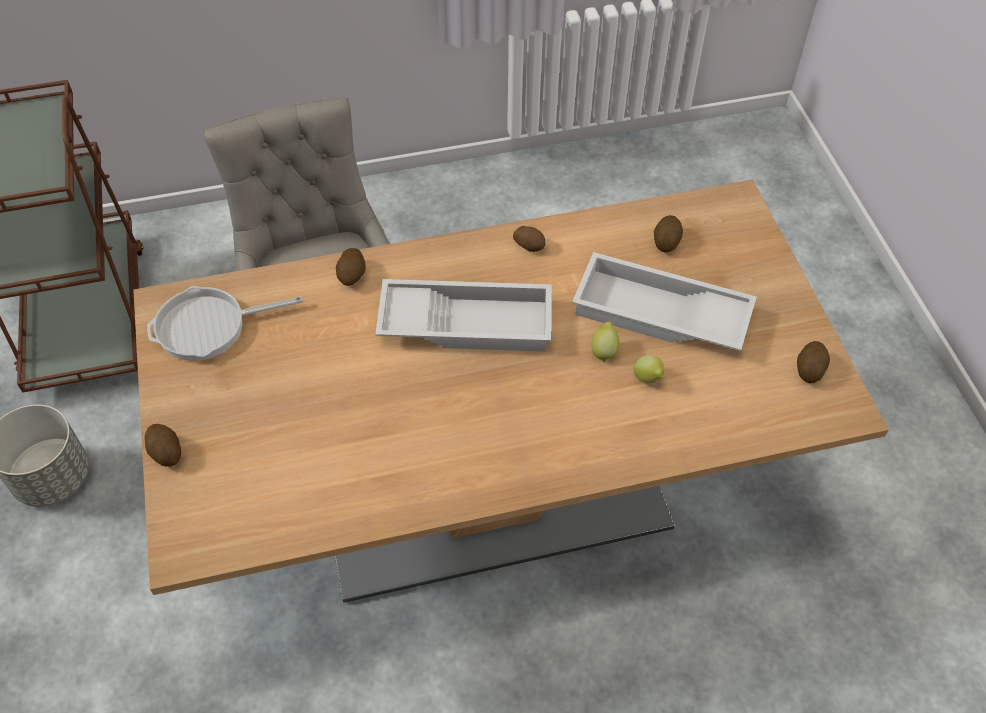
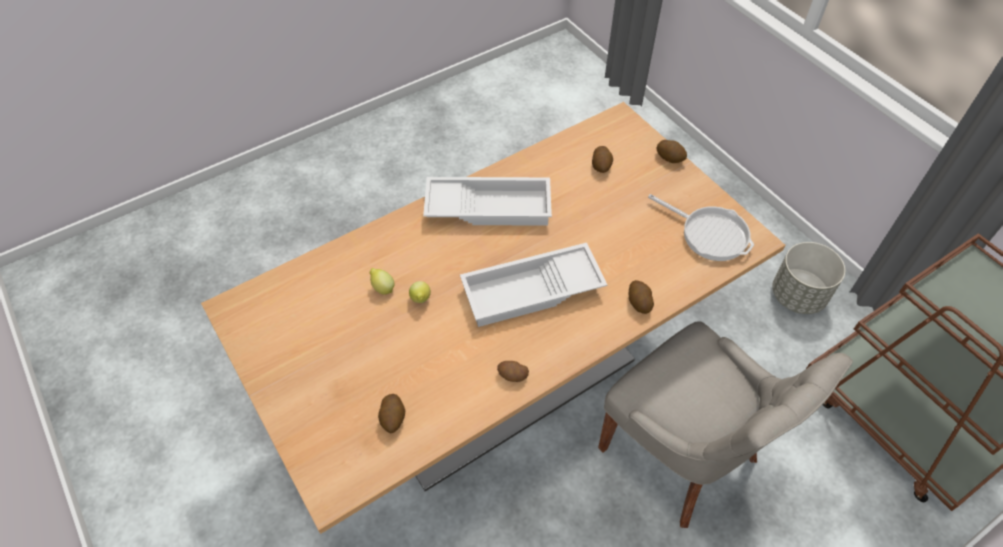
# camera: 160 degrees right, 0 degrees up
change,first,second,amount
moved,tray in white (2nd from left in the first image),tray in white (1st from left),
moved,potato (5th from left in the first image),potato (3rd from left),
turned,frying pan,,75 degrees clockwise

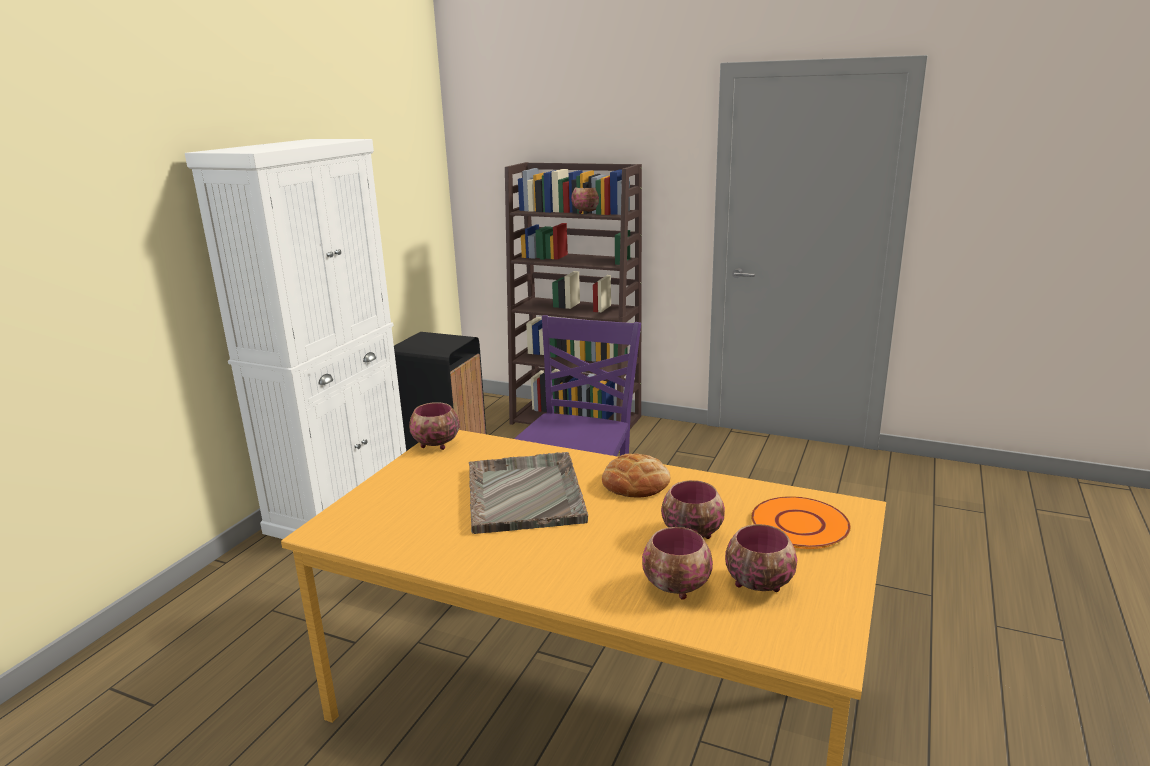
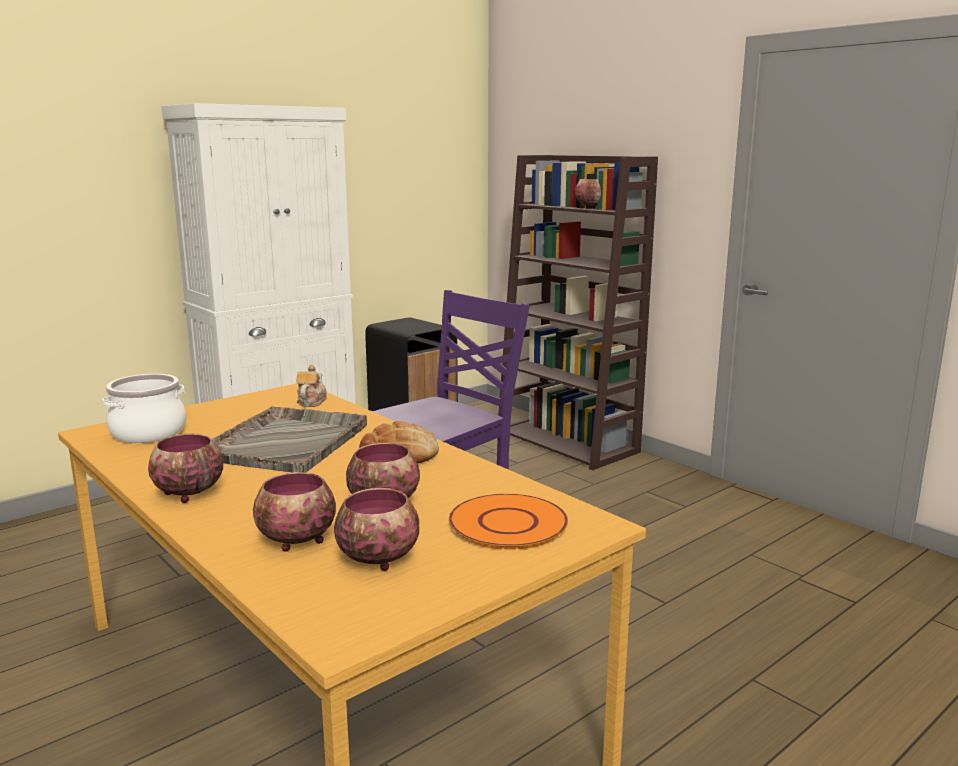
# camera: 25 degrees right, 5 degrees down
change,first,second,amount
added,,cooking pot,
moved,bowl (1st from left),,
added,,teapot,

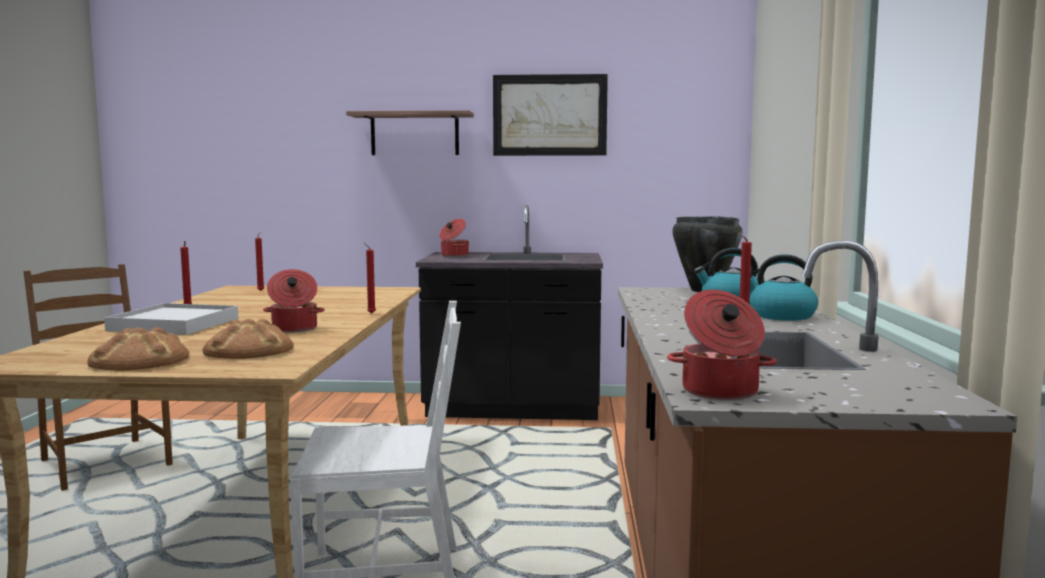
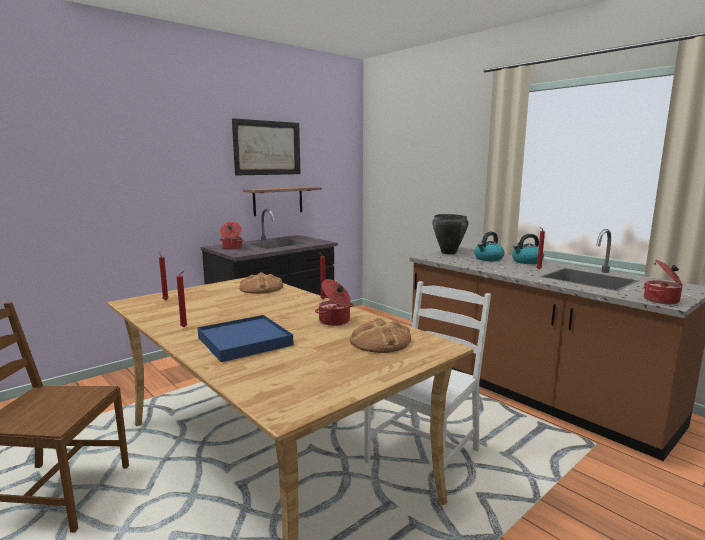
# camera: 45 degrees left, 5 degrees up
change,first,second,amount
recoloured,tray in white,tray in blue,
moved,bread (1st from left),,
moved,shelf,,

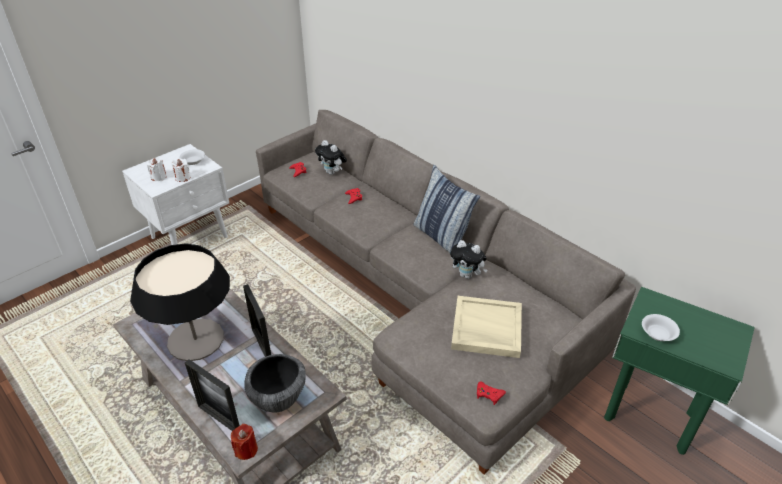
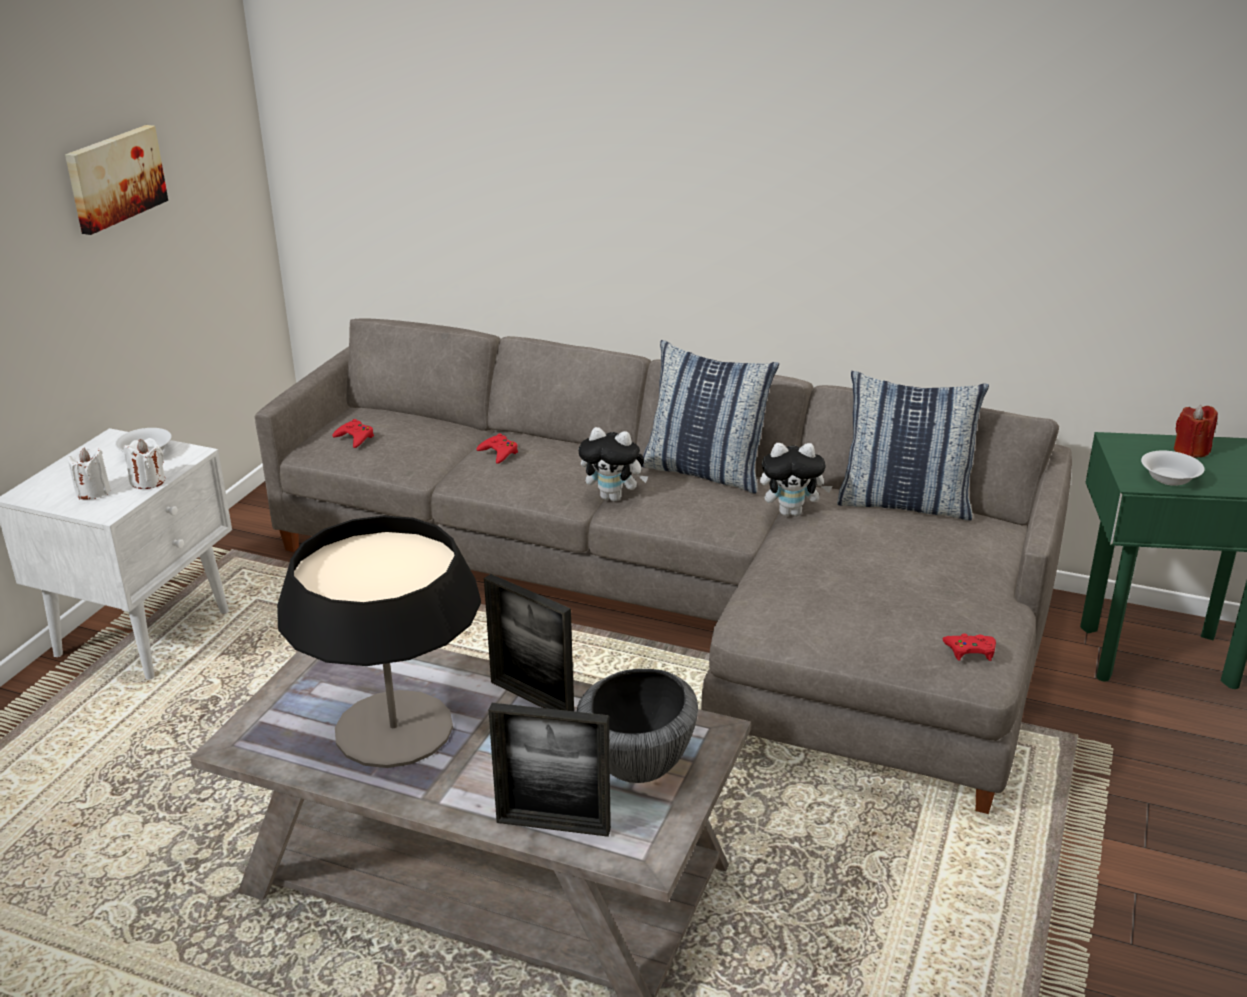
# camera: 25 degrees left, 10 degrees down
change,first,second,amount
added,,picture,
moved,plush toy (1st from left),,
added,,pillow (2nd from left),
moved,candle in red,,
removed,tray in beige,,

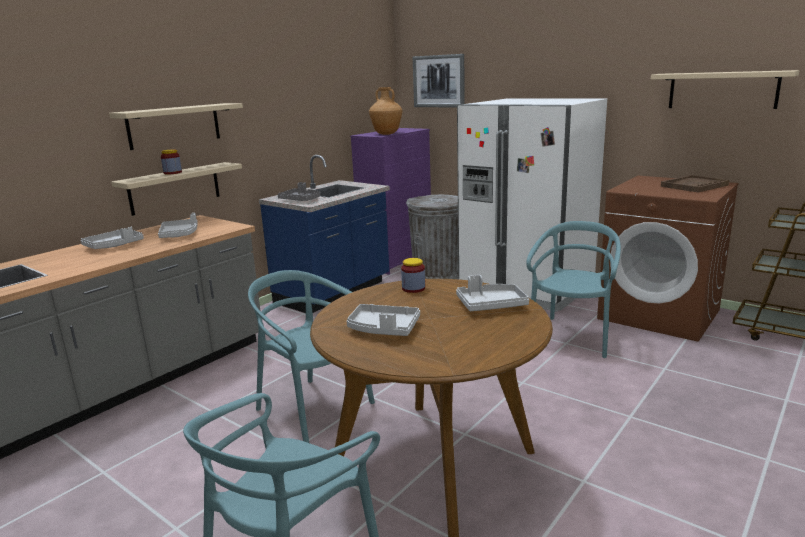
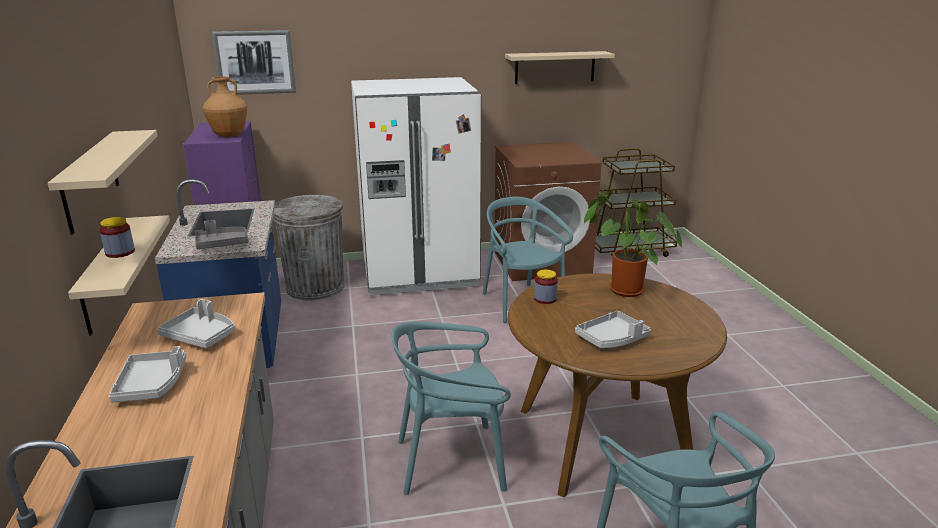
# camera: 50 degrees left, 5 degrees up
change,first,second,amount
replaced,tray in grey (5th from left),potted plant,
removed,tray in brown,,

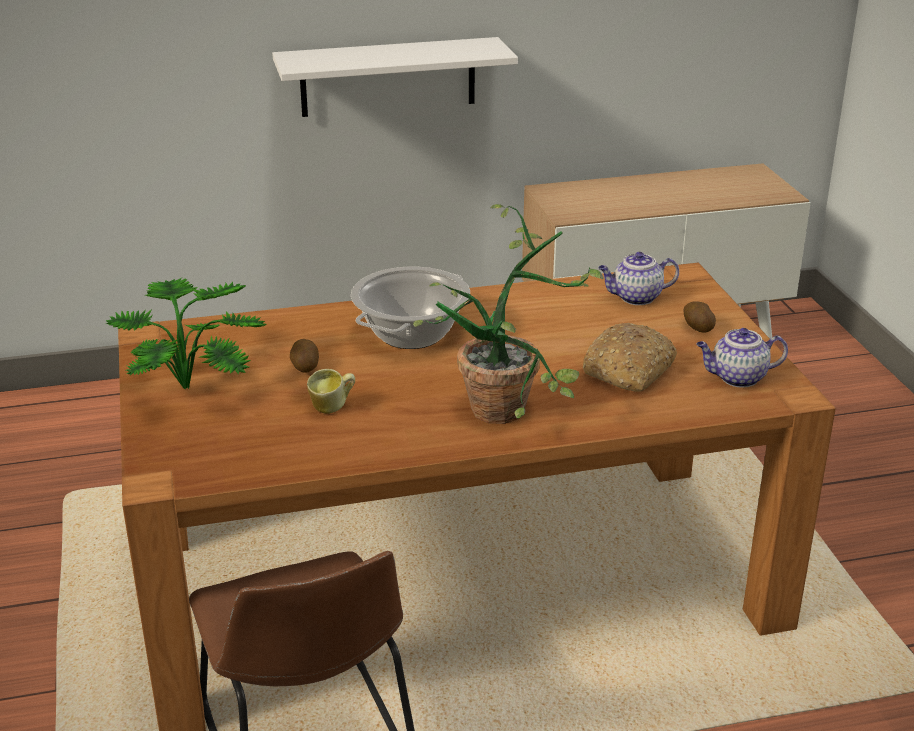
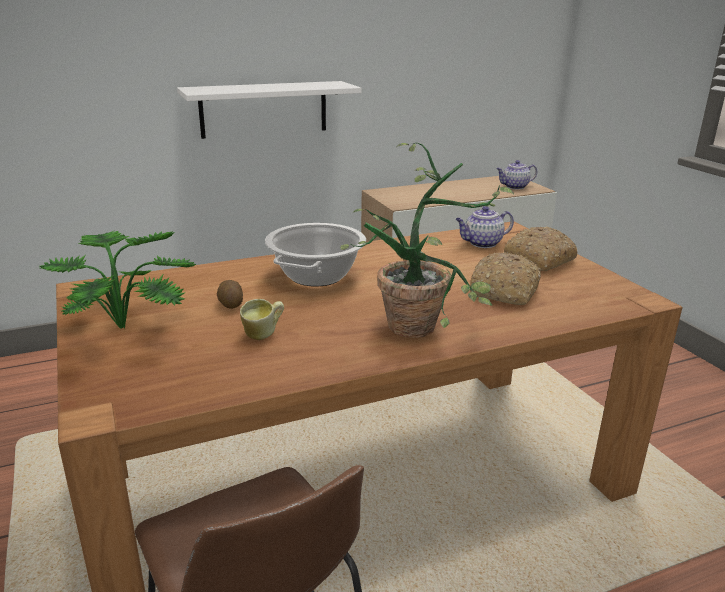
# camera: 10 degrees left, 5 degrees down
change,first,second,amount
moved,teapot (2nd from left),,
replaced,potato (2nd from left),bread (2nd from left),

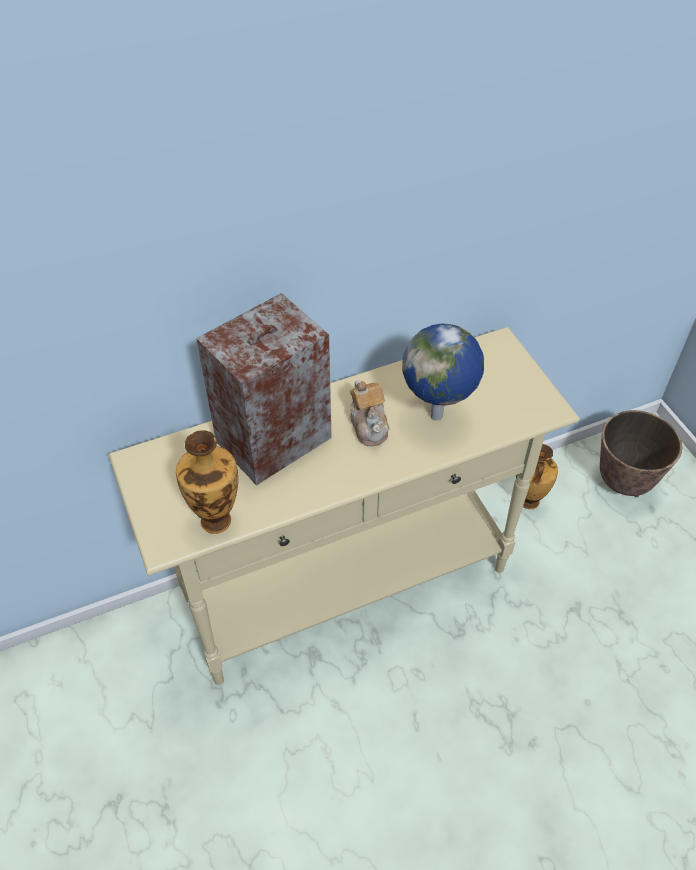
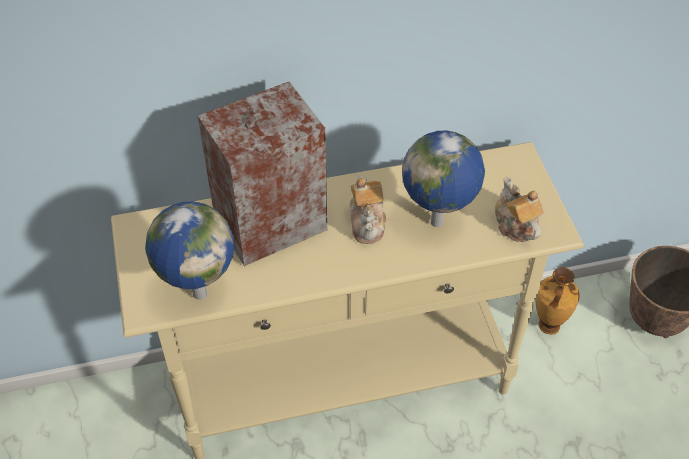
# camera: 10 degrees right, 0 degrees up
change,first,second,amount
replaced,vase (1st from left),globe (1st from left),
added,,teapot (2nd from left),

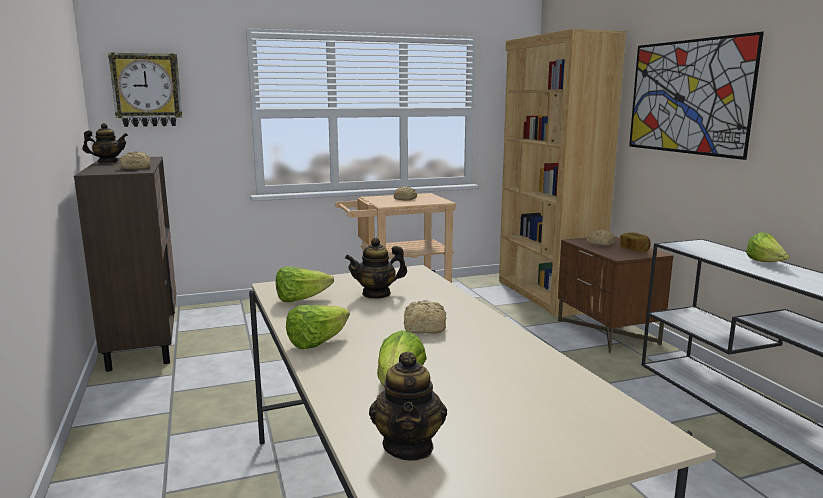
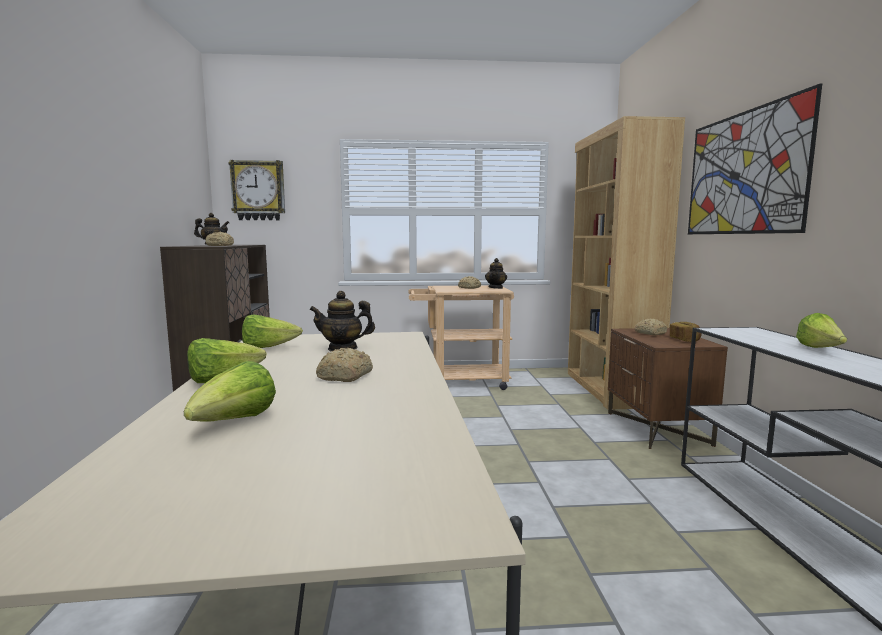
# camera: 15 degrees right, 5 degrees down
change,first,second,amount
moved,teapot (3rd from left),,

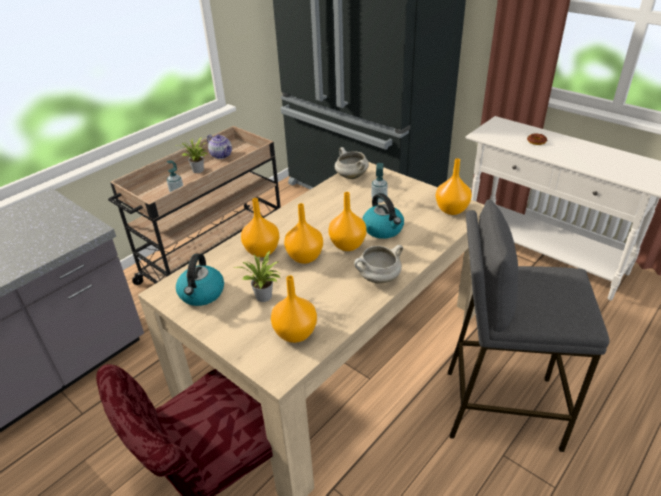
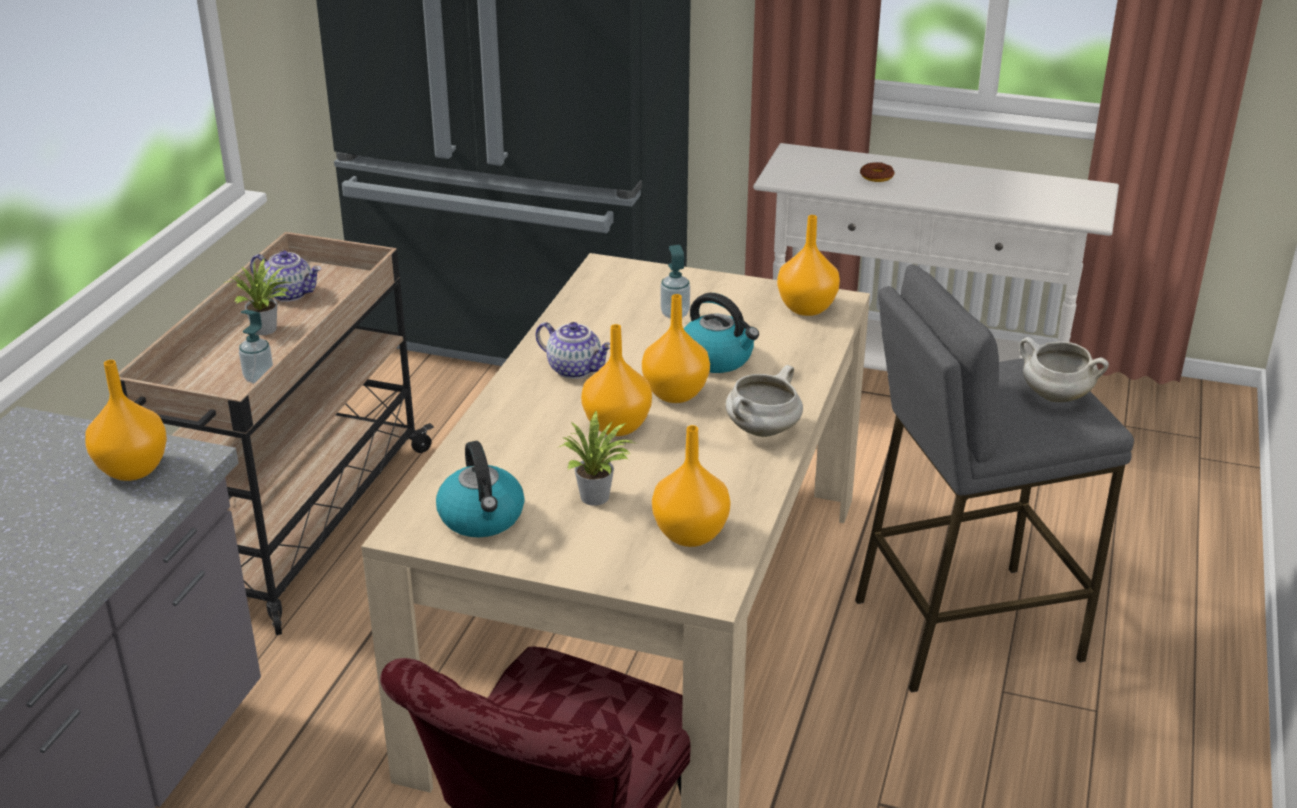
# camera: 25 degrees left, 5 degrees down
change,first,second,amount
moved,vase in orange (1st from left),,
added,,teapot (2nd from left),
moved,cooking pot in white (1st from left in the first image),cooking pot in white (2nd from left),

